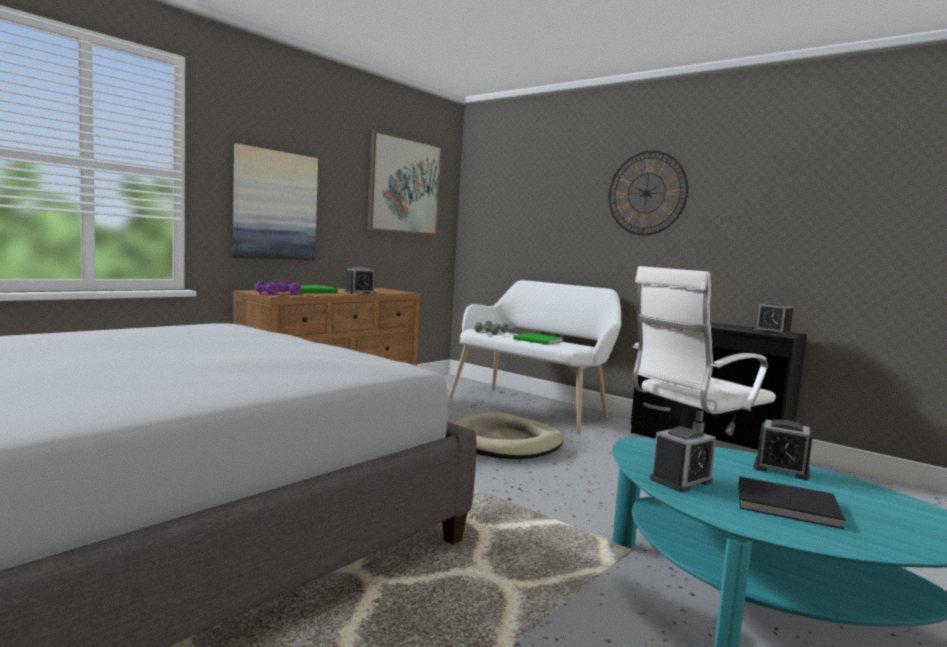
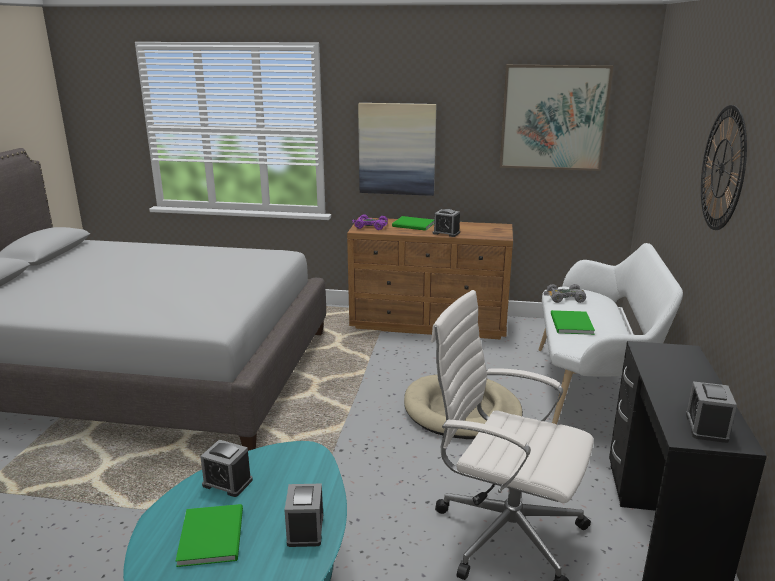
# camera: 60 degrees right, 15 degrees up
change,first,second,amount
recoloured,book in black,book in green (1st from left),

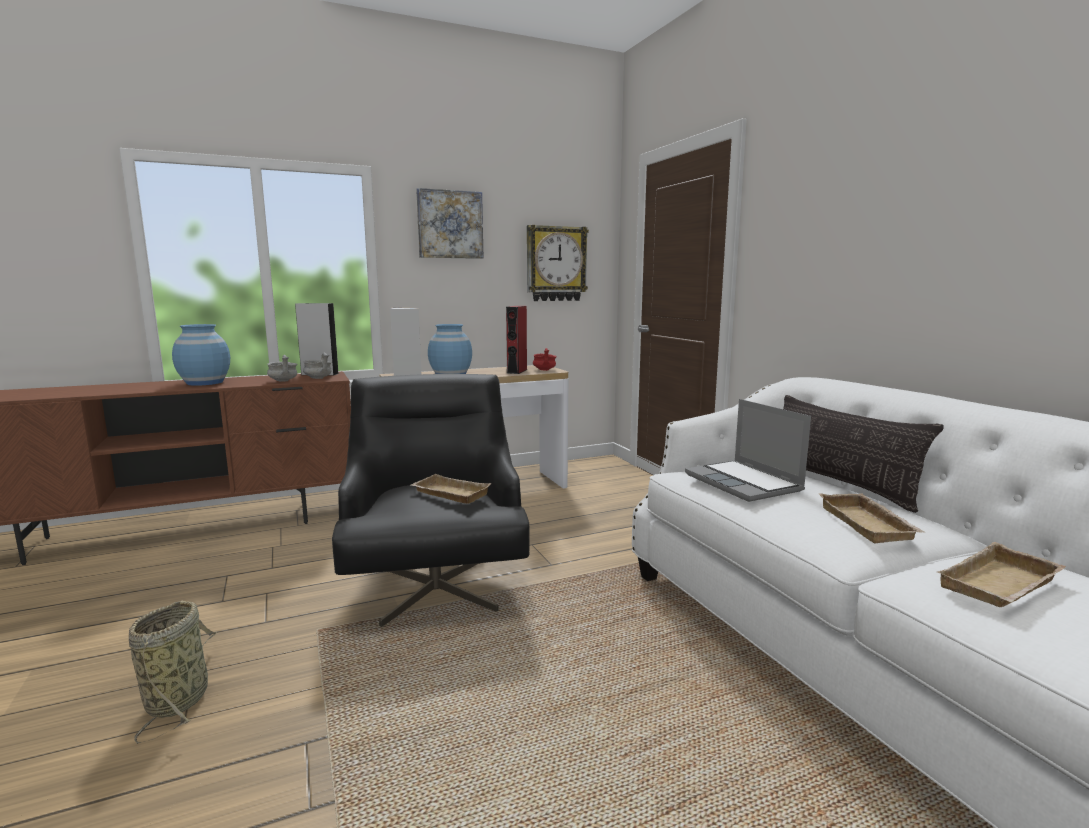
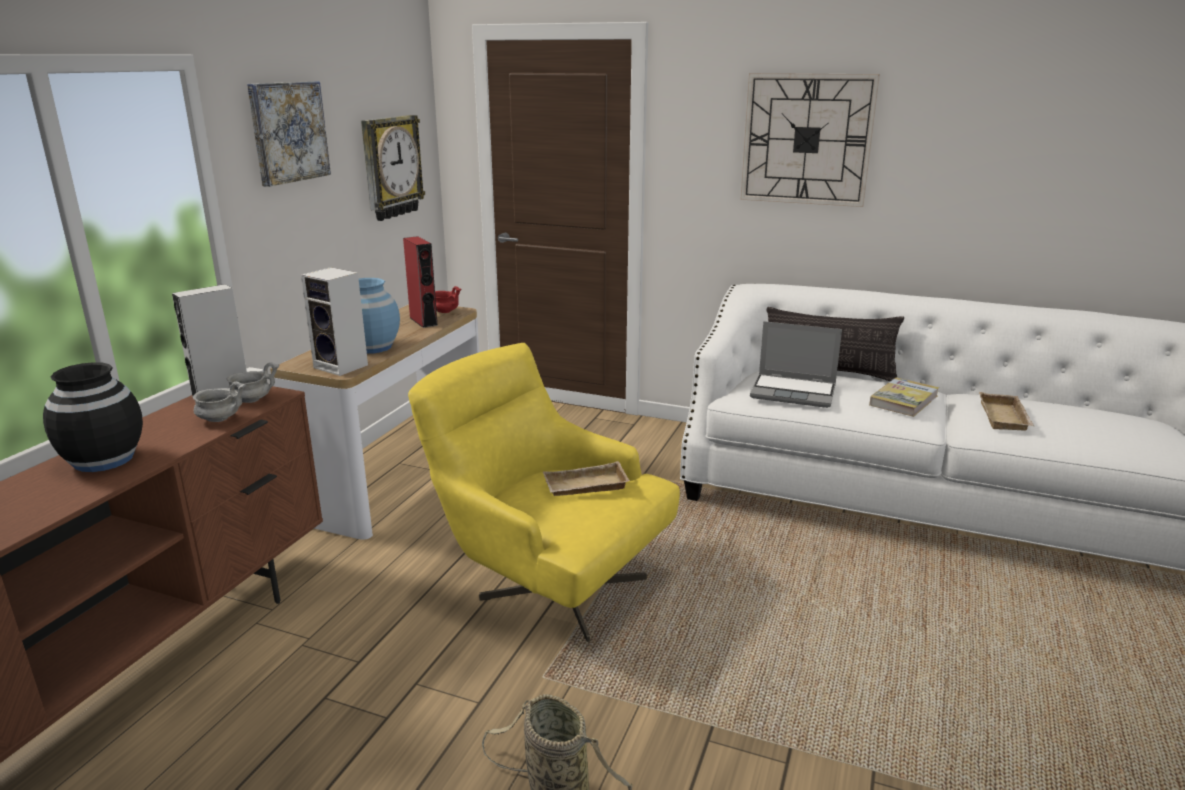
# camera: 45 degrees left, 10 degrees up
change,first,second,amount
recoloured,vase in blue (1st from left),vase in black,
recoloured,armchair in black,armchair in yellow,
added,,wall clock (2nd from left),
replaced,tray in beige (2nd from left),book,

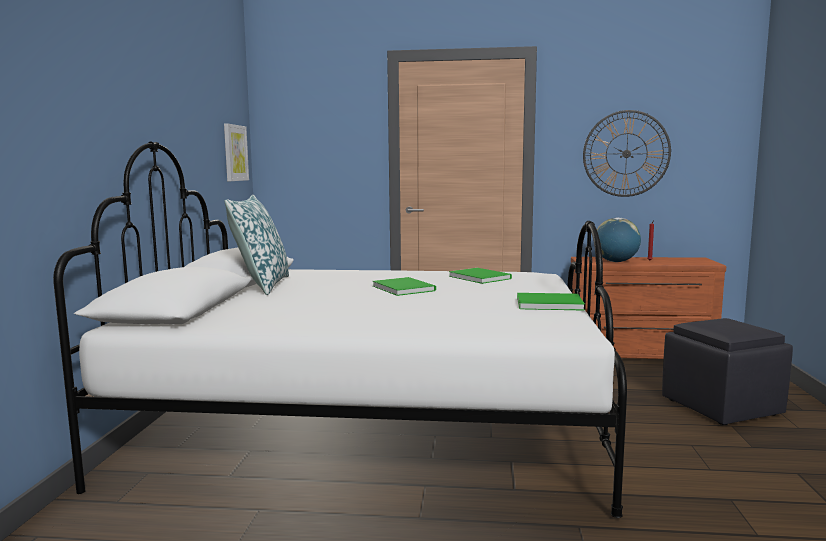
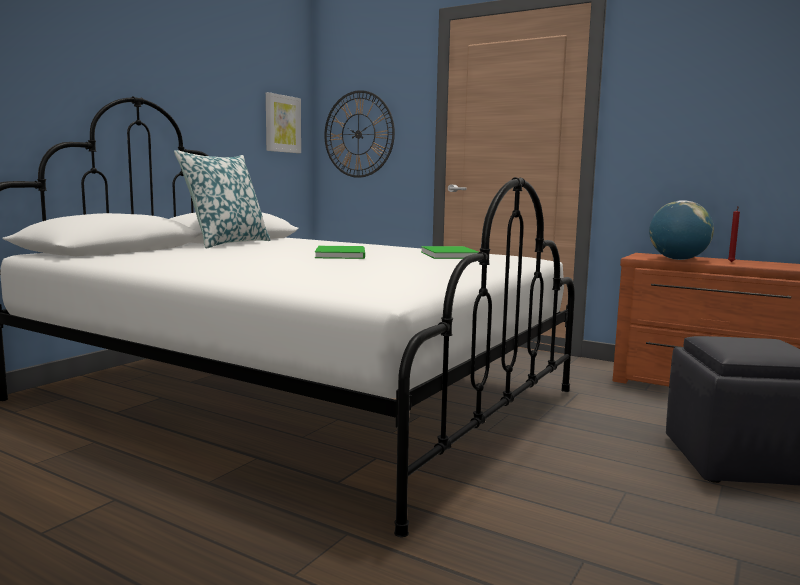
# camera: 25 degrees right, 0 degrees up
change,first,second,amount
moved,wall clock,,
removed,book in green (3rd from left),,

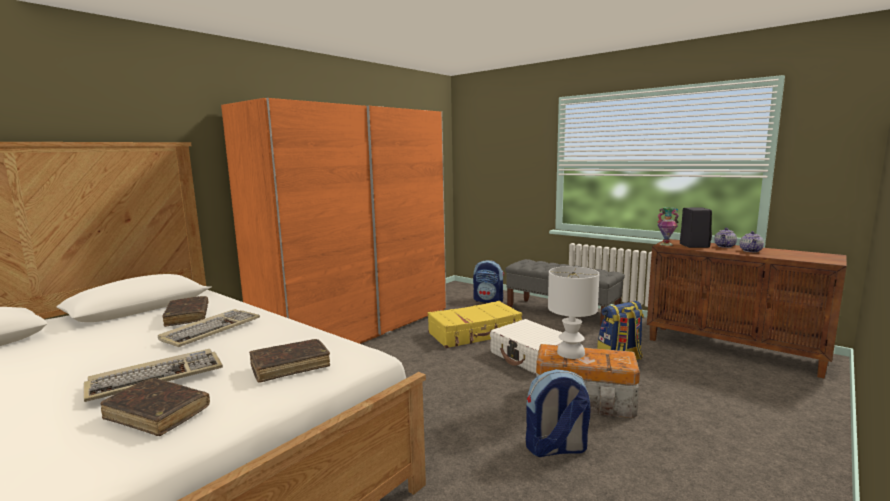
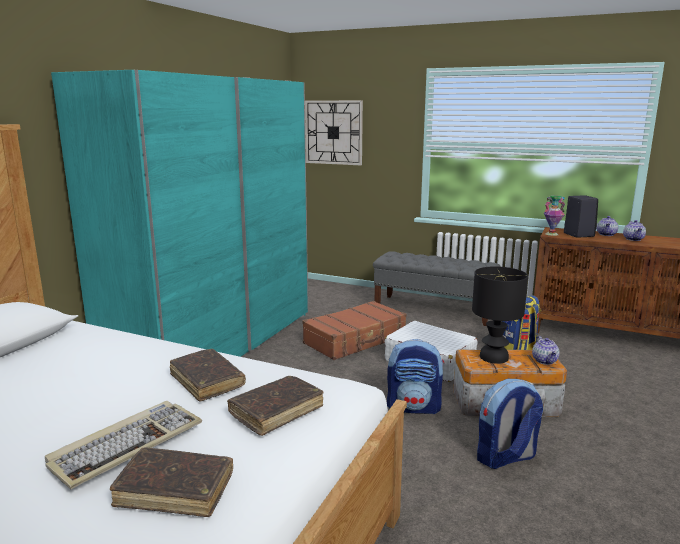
# camera: 15 degrees left, 5 degrees up
change,first,second,amount
recoloured,wardrobe in orange,wardrobe in turquoise,
moved,book in brown (2nd from left),,
recoloured,suitcase in yellow,suitcase in brown,
added,,wall clock,
moved,backpack (1st from left),,
recoloured,table lamp in white,table lamp in black,
added,,teapot (1st from left),
removed,keyboard (2nd from left),,

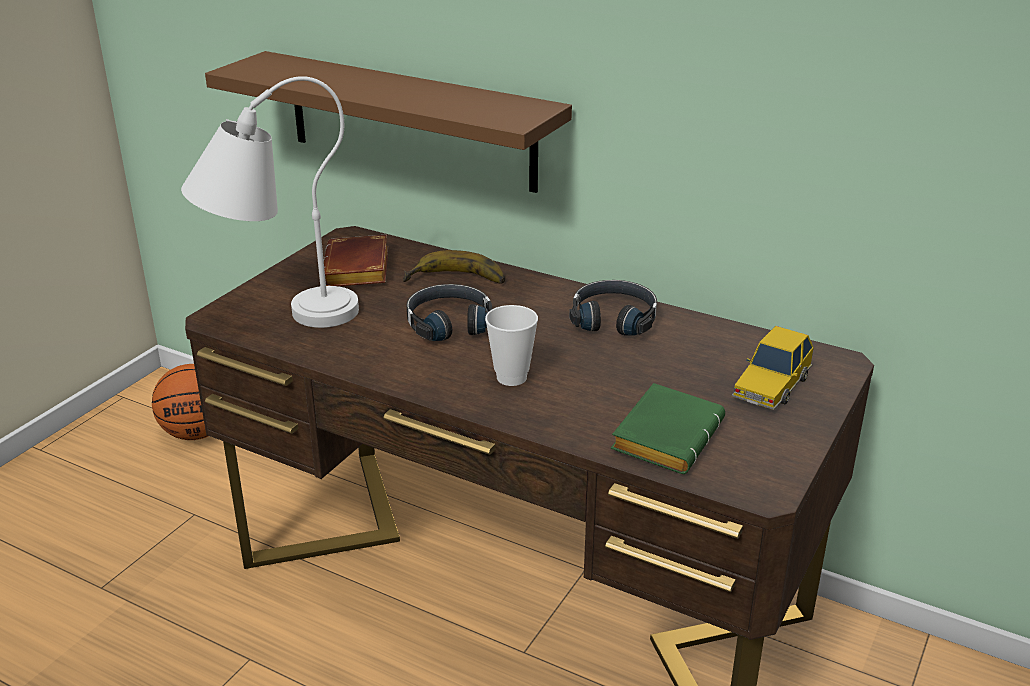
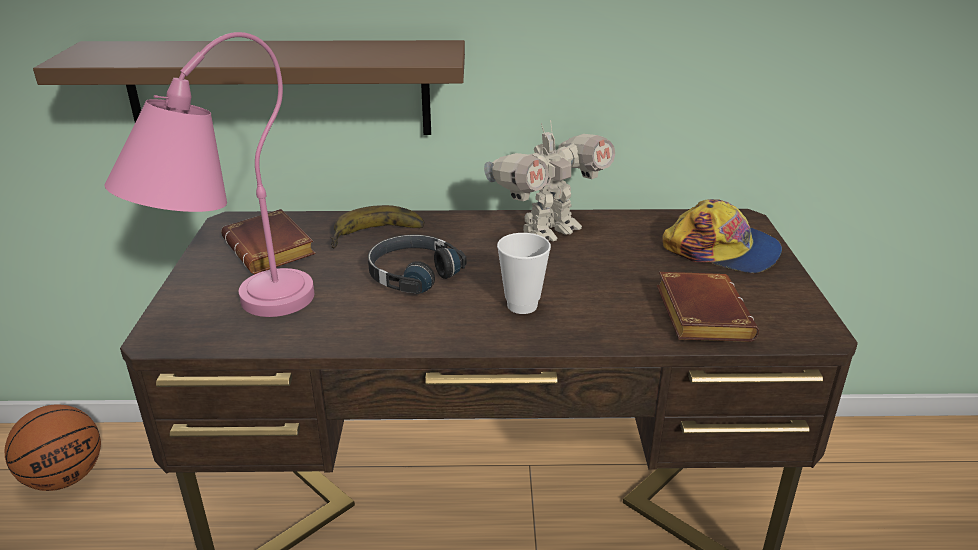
# camera: 30 degrees left, 0 degrees up
change,first,second,amount
recoloured,table lamp in white,table lamp in pink,
replaced,headphones in black (2nd from left),toy robot,
recoloured,book in green,book in brown (2nd from left),
replaced,toy car,cap,

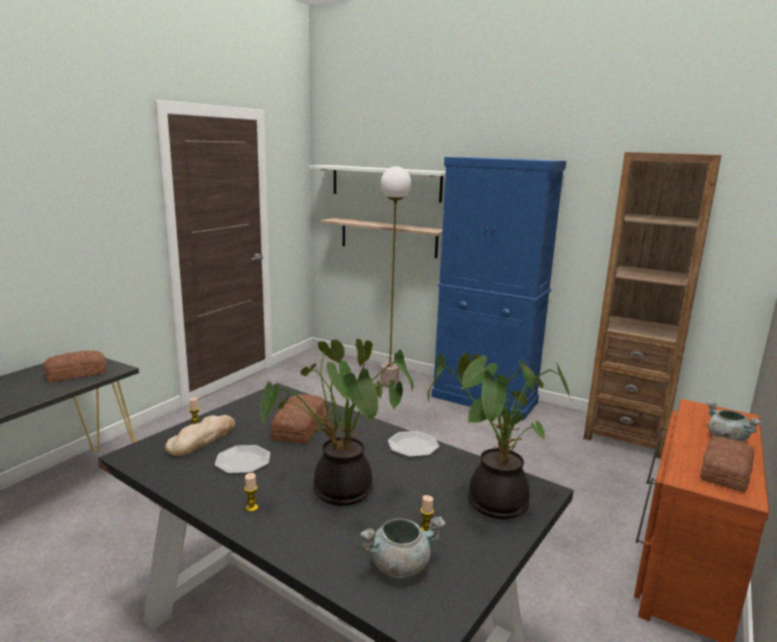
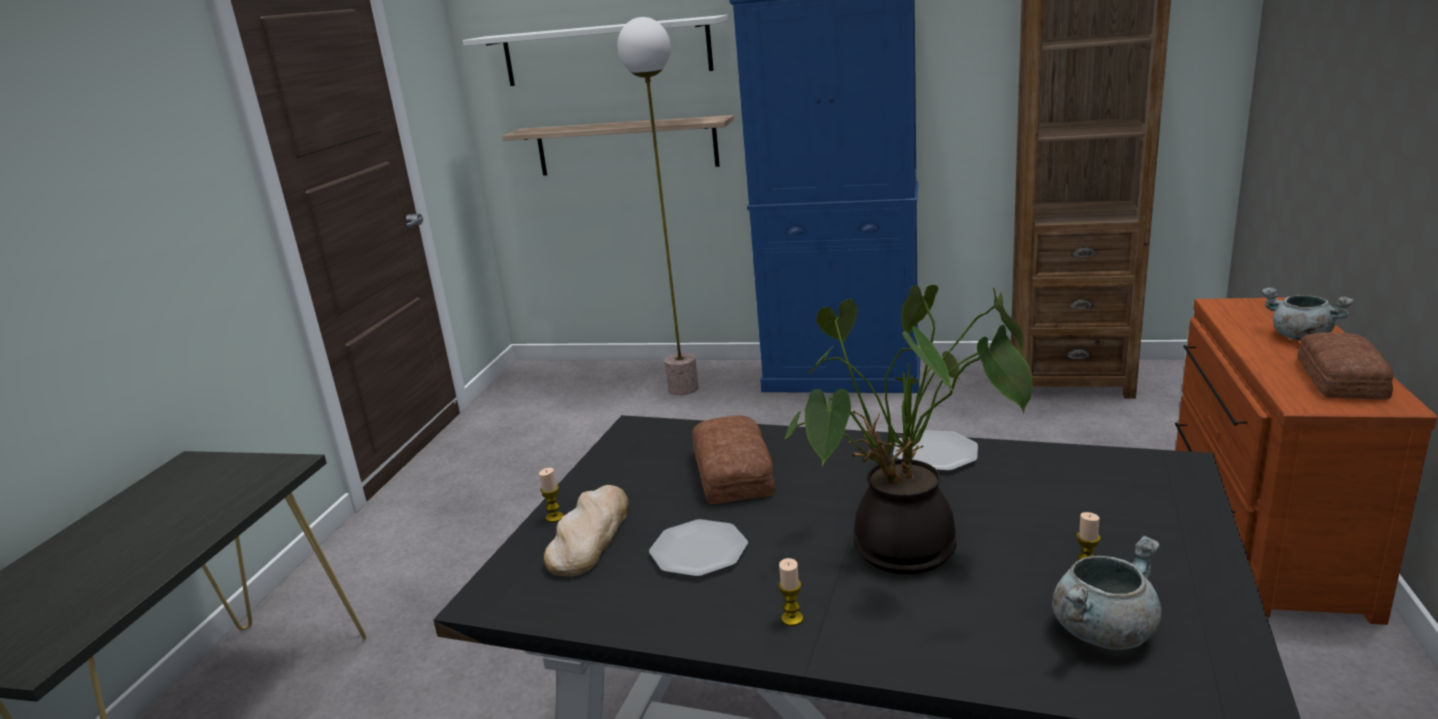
# camera: 15 degrees left, 5 degrees up
change,first,second,amount
removed,bread (1st from left),,
removed,potted plant (2nd from left),,

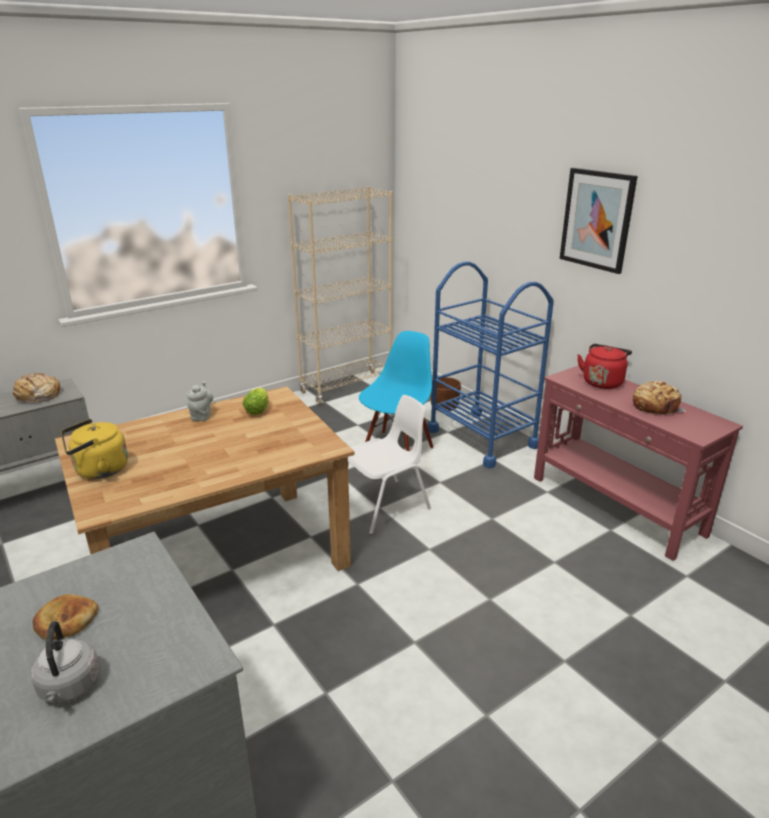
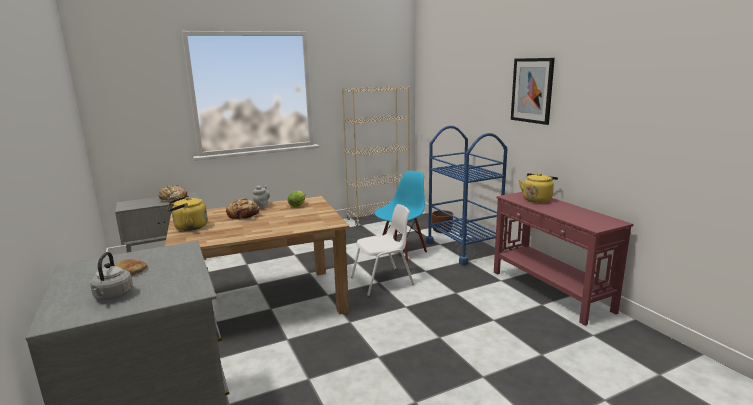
# camera: 10 degrees right, 10 degrees down
change,first,second,amount
moved,bread (3rd from left),,
recoloured,kettle in red,kettle in yellow (2nd from left),

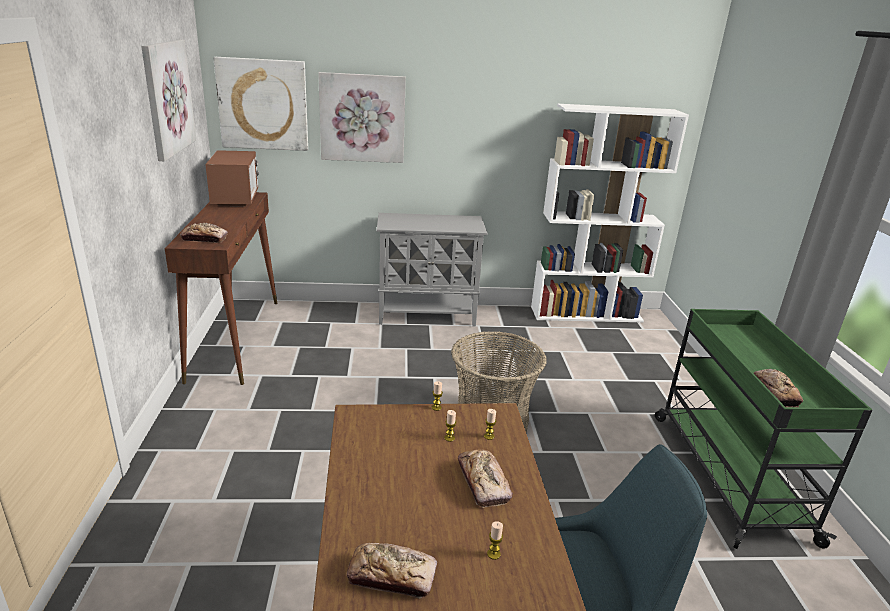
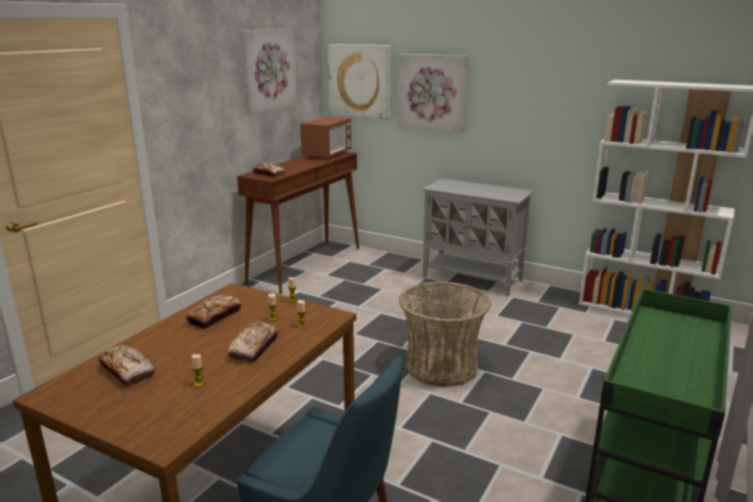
# camera: 35 degrees right, 5 degrees down
change,first,second,amount
moved,bread (4th from left in the first image),bread (2nd from left),

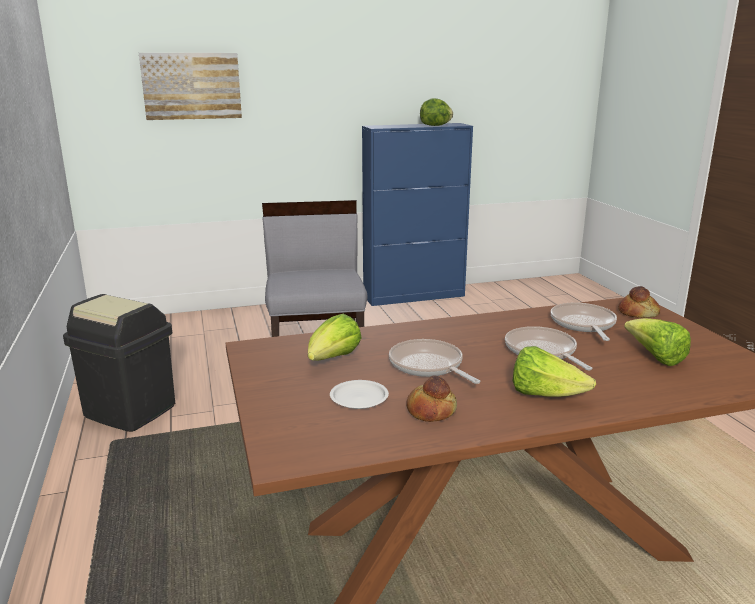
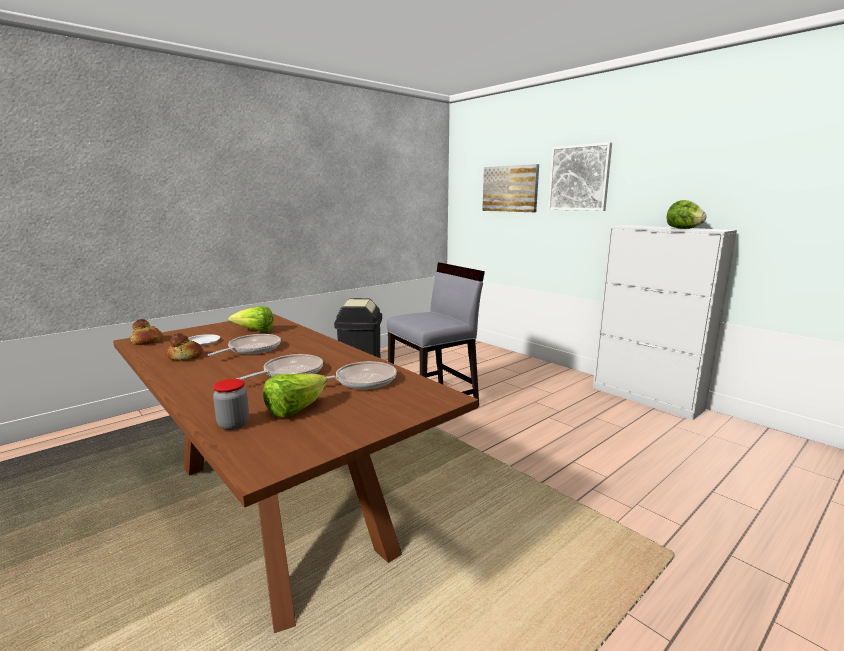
# camera: 65 degrees right, 5 degrees down
change,first,second,amount
moved,bread (2nd from left in the first image),bread (1st from left),
added,,jar,
added,,picture (2nd from left),
recoloured,cabinet in blue,cabinet in white,
removed,lettuce (3rd from left),,

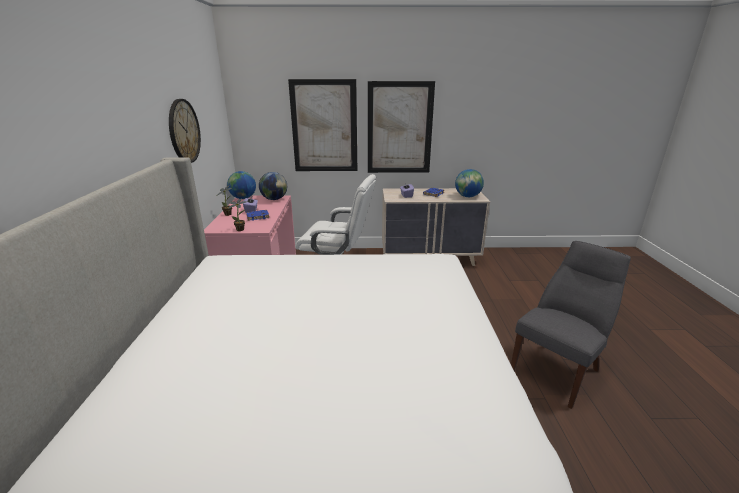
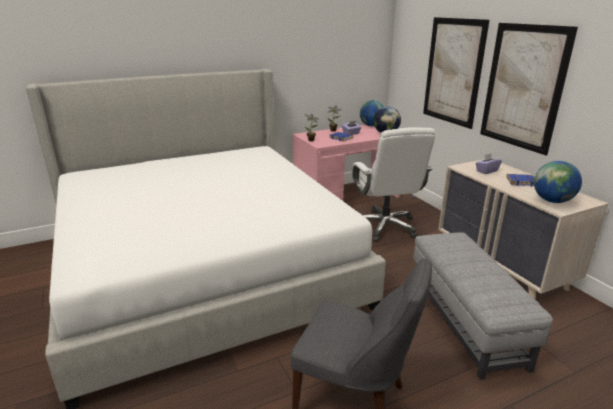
# camera: 65 degrees right, 0 degrees up
change,first,second,amount
added,,ottoman in grey,
removed,wall clock,,

